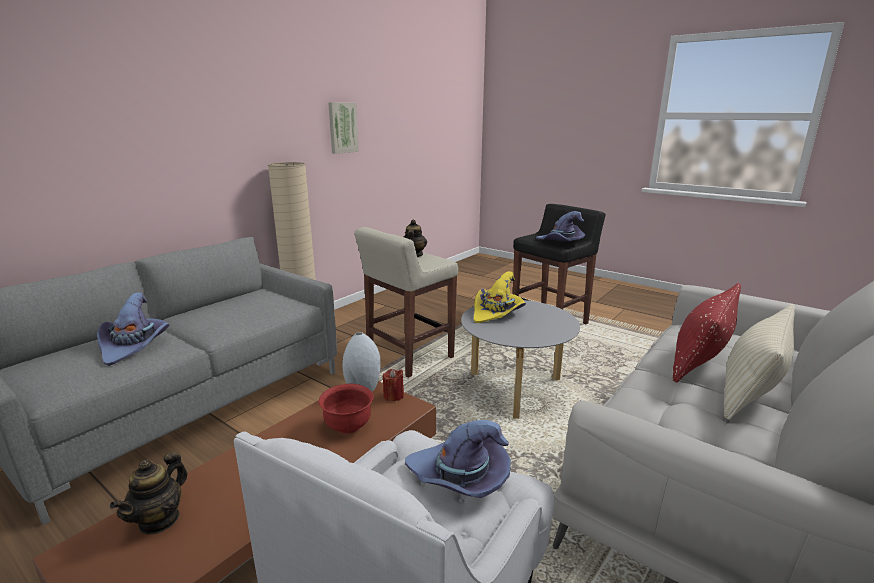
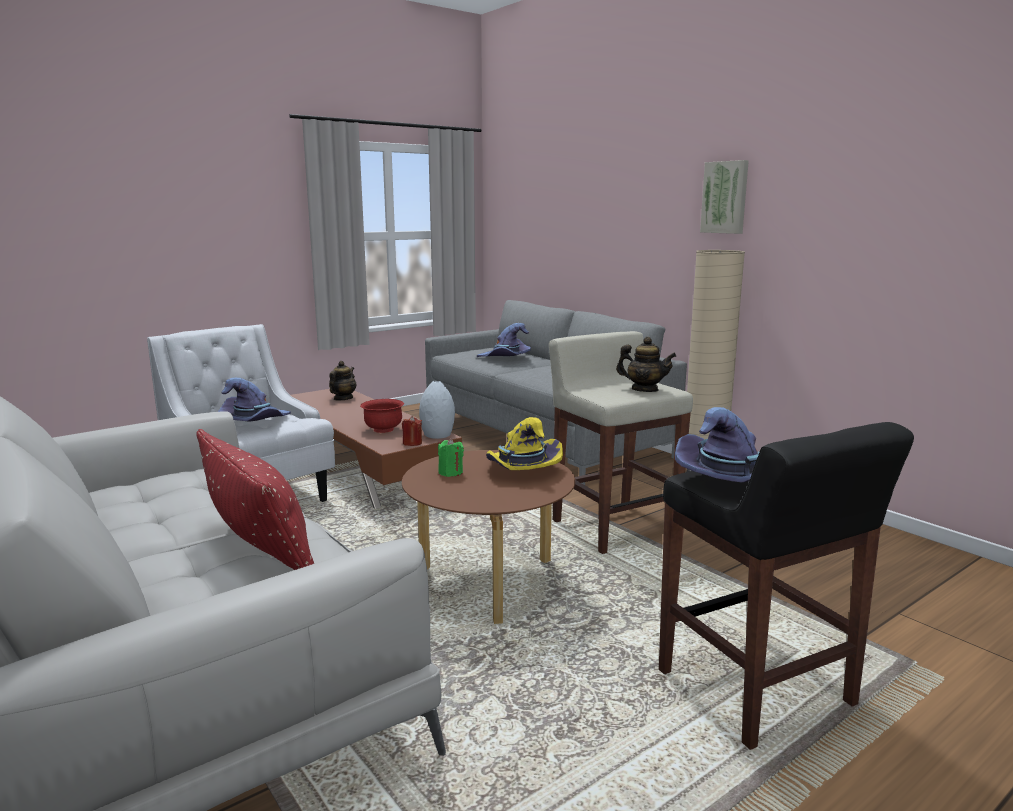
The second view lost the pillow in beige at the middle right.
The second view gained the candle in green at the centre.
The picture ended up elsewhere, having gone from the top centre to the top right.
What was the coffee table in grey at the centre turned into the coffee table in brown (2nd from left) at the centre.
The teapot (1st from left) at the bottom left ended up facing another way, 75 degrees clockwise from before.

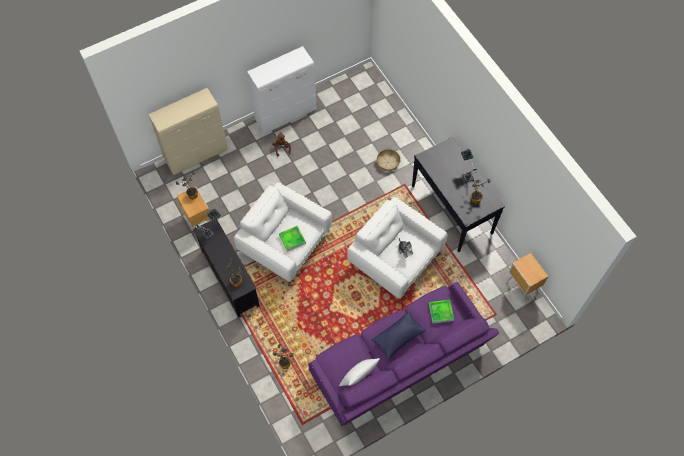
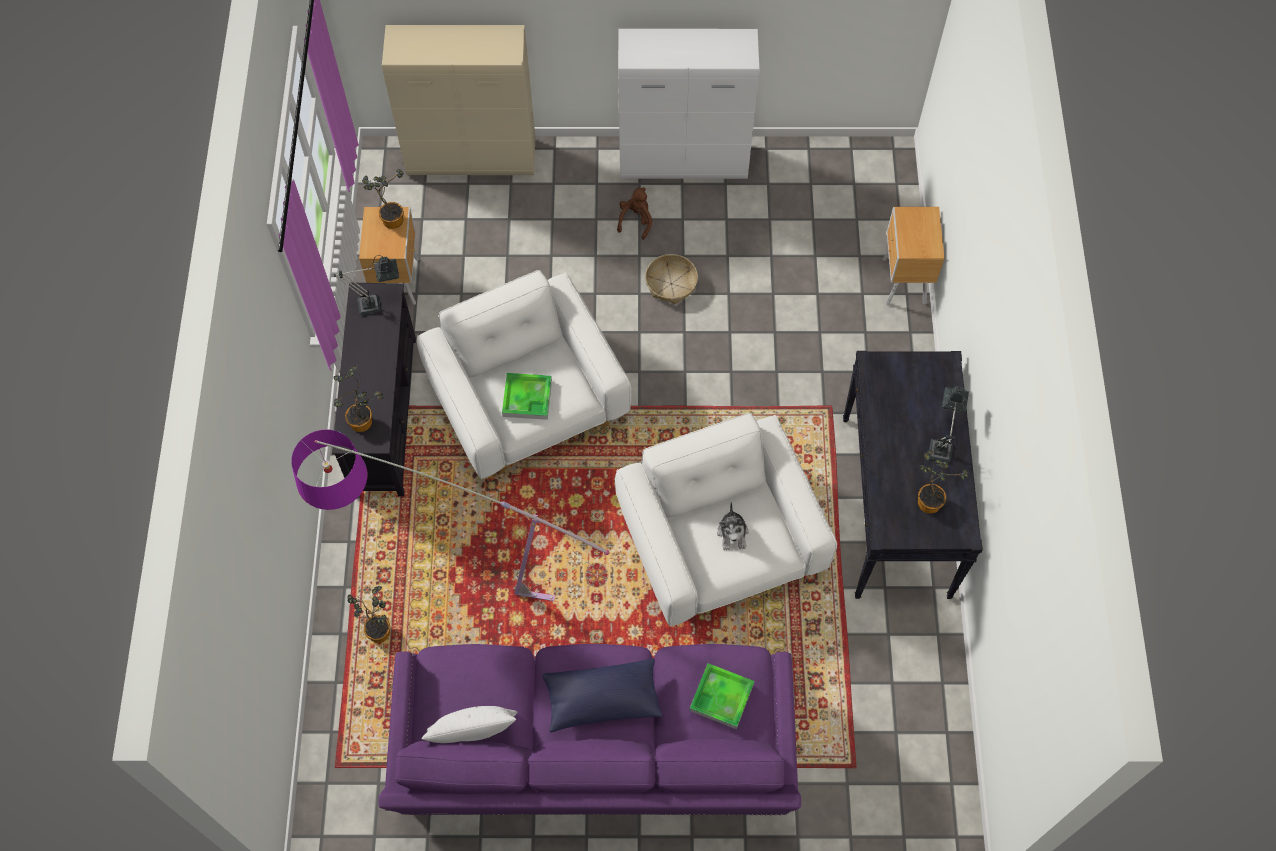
The second view gained the floor lamp at the centre.
The basket ended up elsewhere, having gone from the centre to the top centre.
The nightstand in brown (2nd from left) ended up elsewhere, having gone from the middle right to the top right.

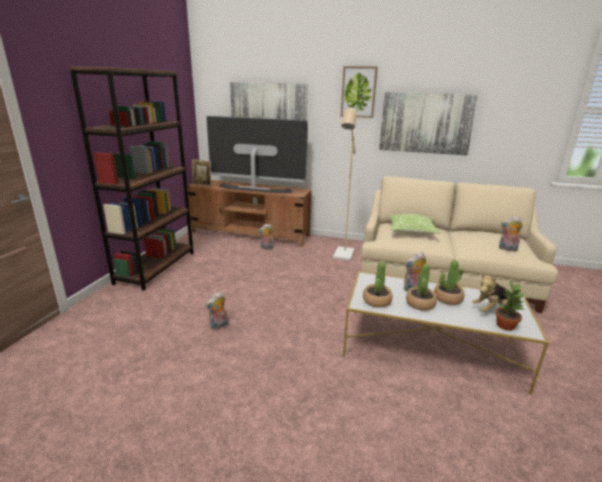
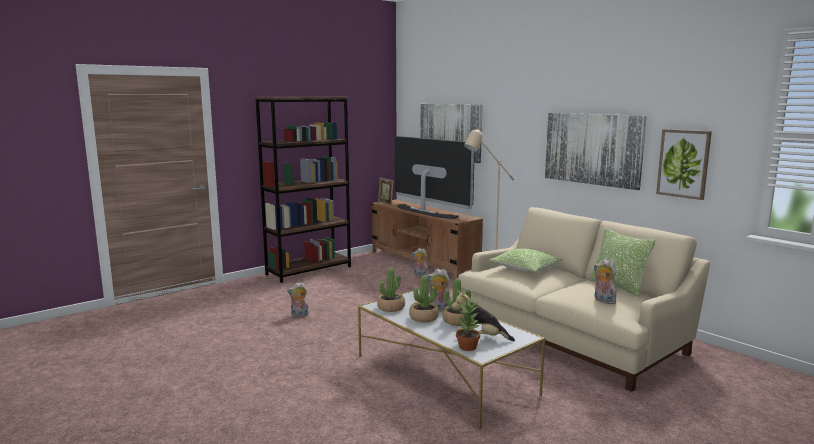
The second view gained the pillow (2nd from left) at the middle right.
The picture (2nd from left in the first image) ended up elsewhere, having gone from the top centre to the middle right.

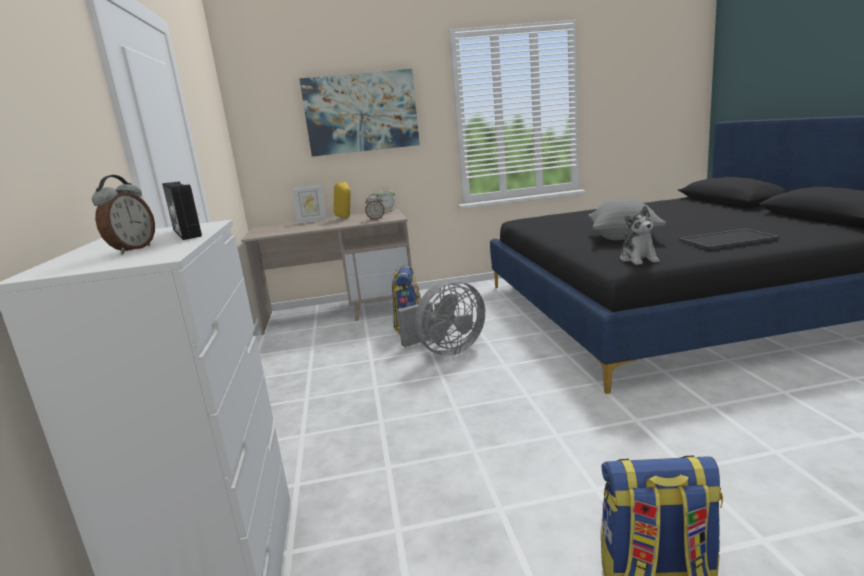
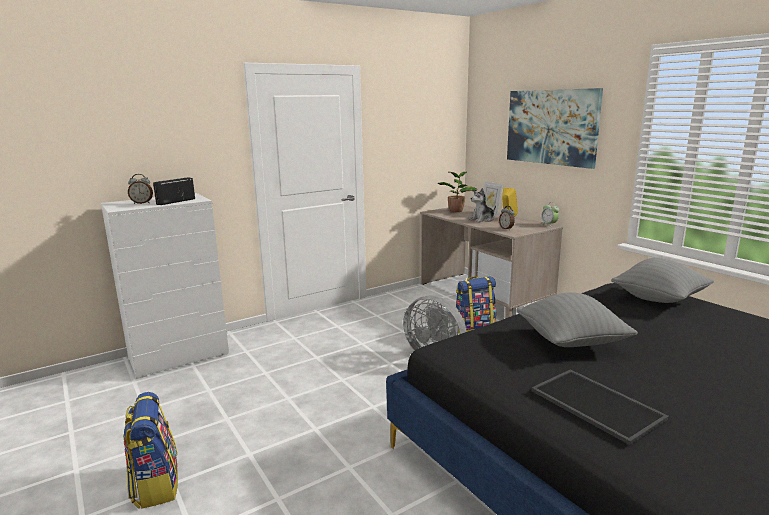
The second view gained the potted plant at the centre.
The second view gained the pillow in grey (2nd from left) at the middle right.
The plush toy ended up elsewhere, having gone from the middle right to the centre.

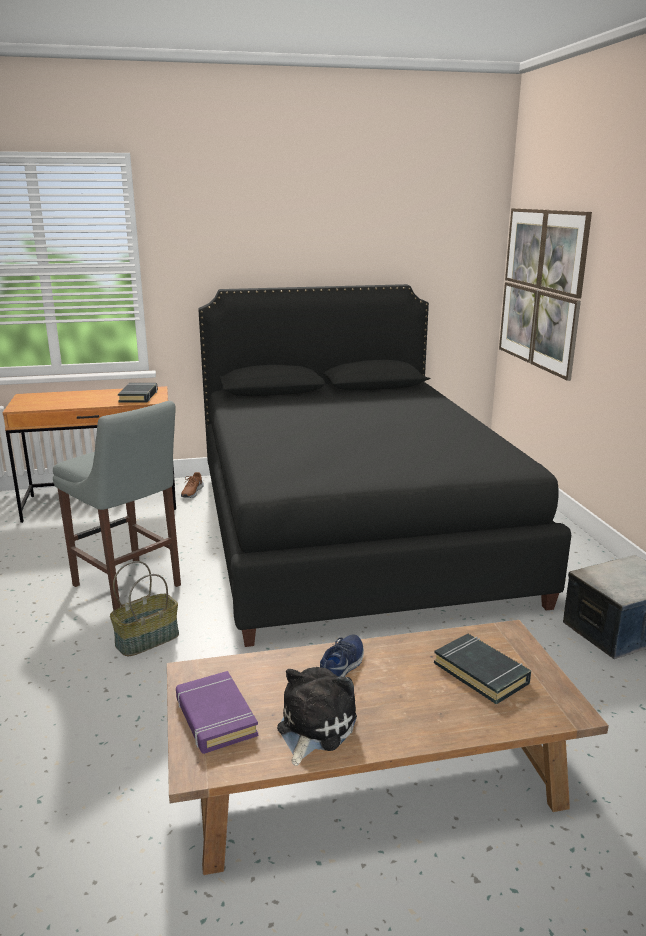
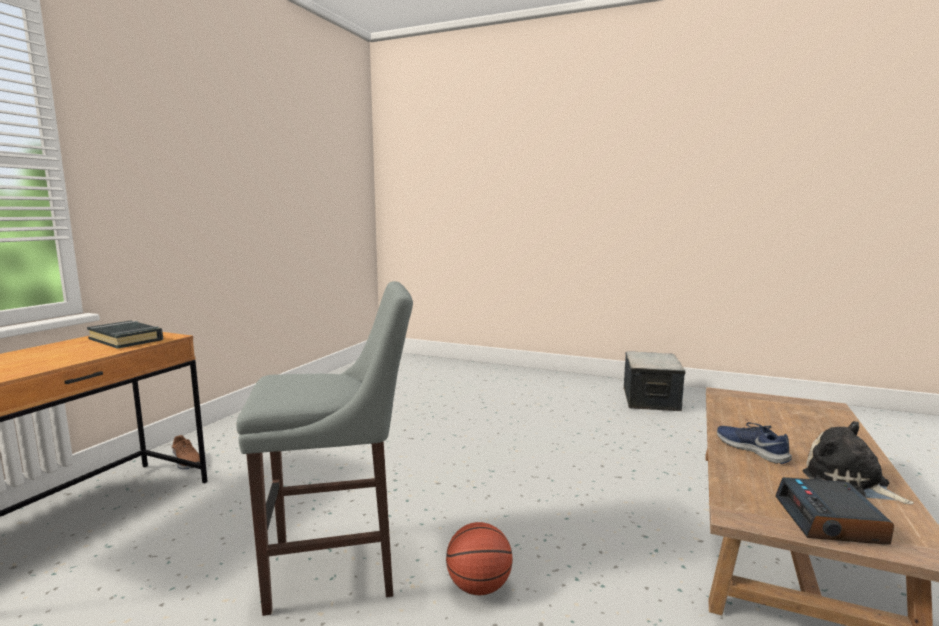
The second view lost the bed in black at the centre.
The second view lost the book in black (2nd from left) at the bottom right.
The second view lost the picture at the top right.
Where the basket stood at the middle left, the basketball came to stand at the bottom centre.
Where the book in purple stood at the bottom centre, the alarm clock came to stand at the bottom right.

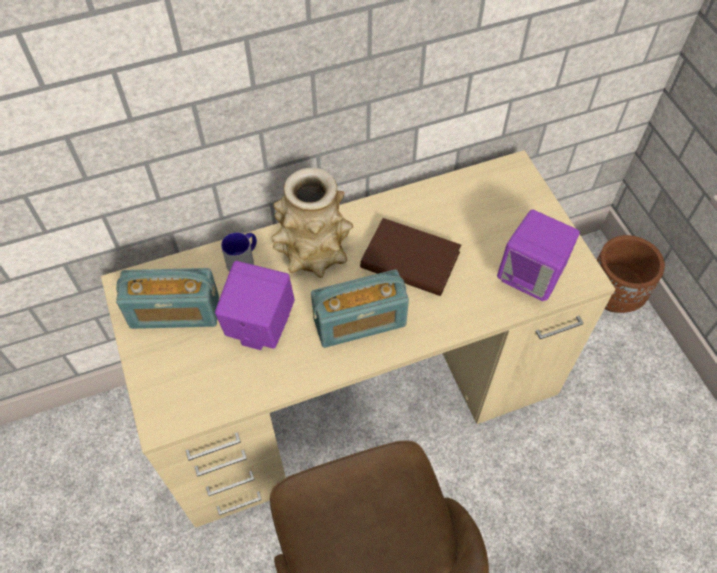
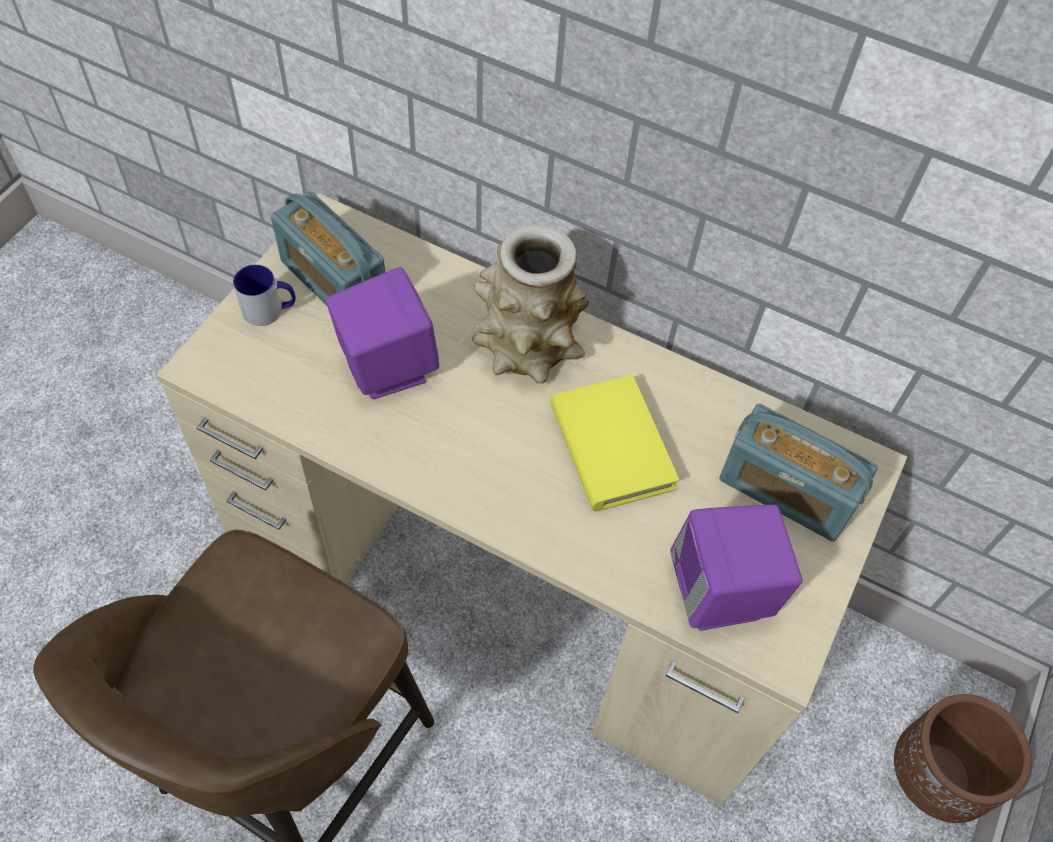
The mug ended up elsewhere, having gone from the centre to the middle left.
The radio (2nd from left) ended up elsewhere, having gone from the centre to the middle right.
What was the book in brown at the centre turned into the book in yellow at the centre.

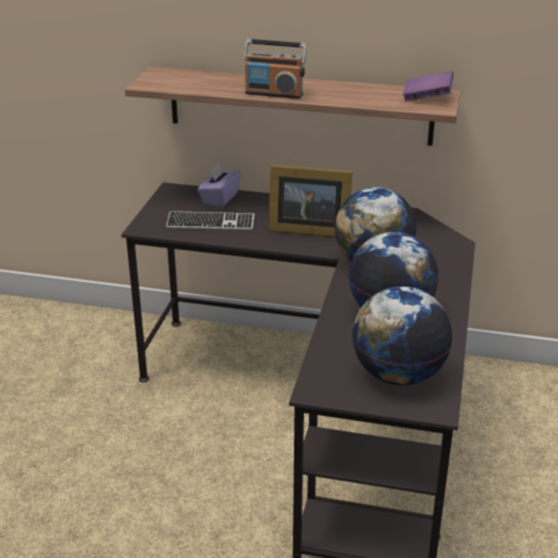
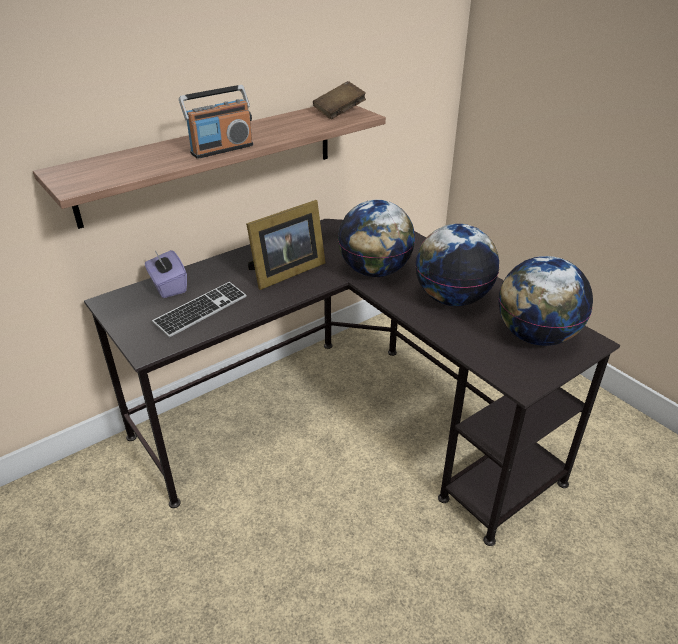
What was the book in purple at the top right turned into the book in brown at the top centre.

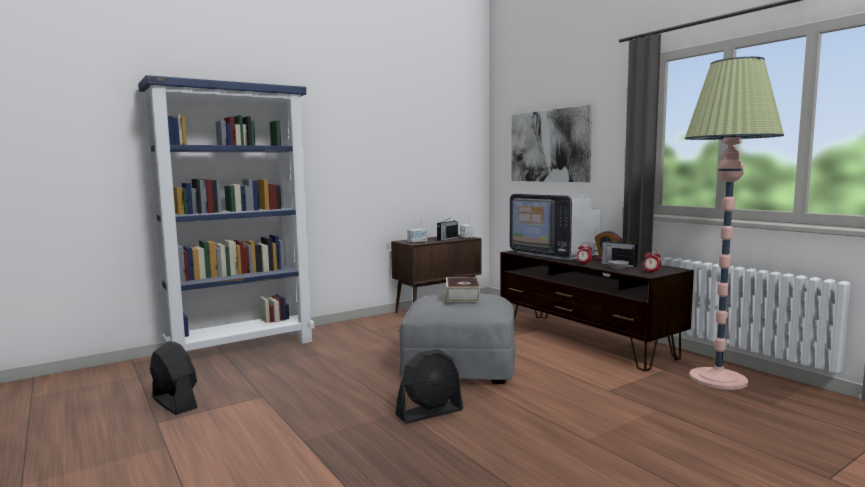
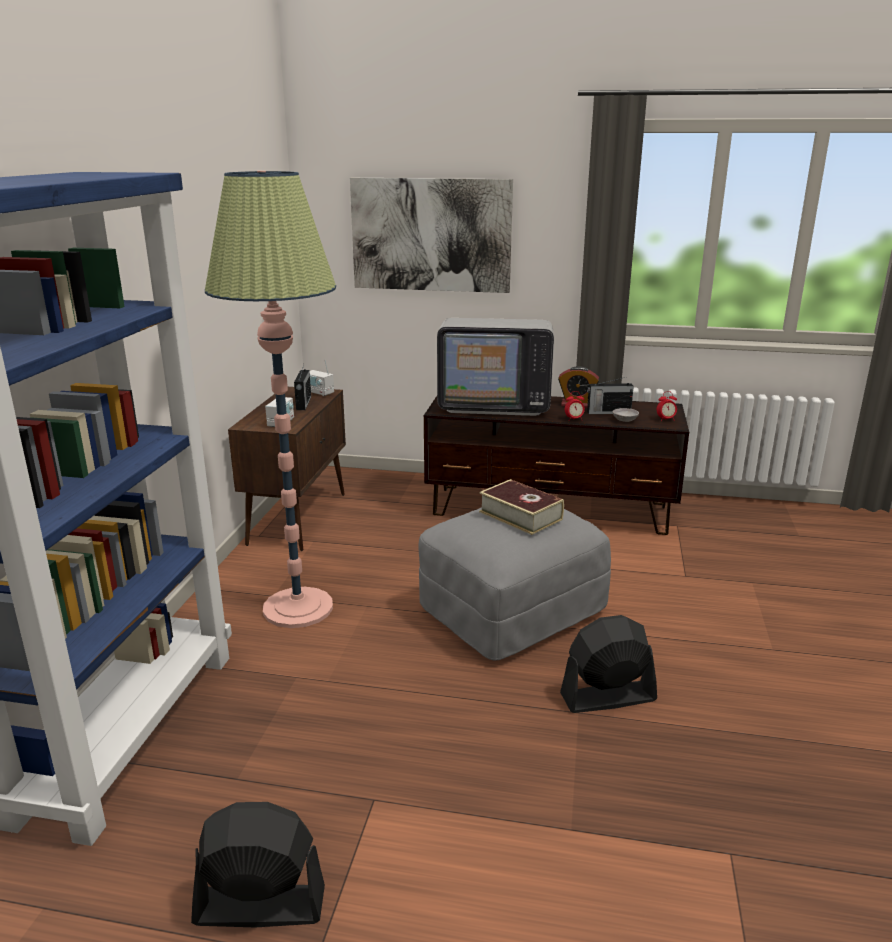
The floor lamp ended up elsewhere, having gone from the middle right to the middle left.
The fan in black (2nd from left) at the bottom centre ended up facing another way, 120 degrees counterclockwise from before.

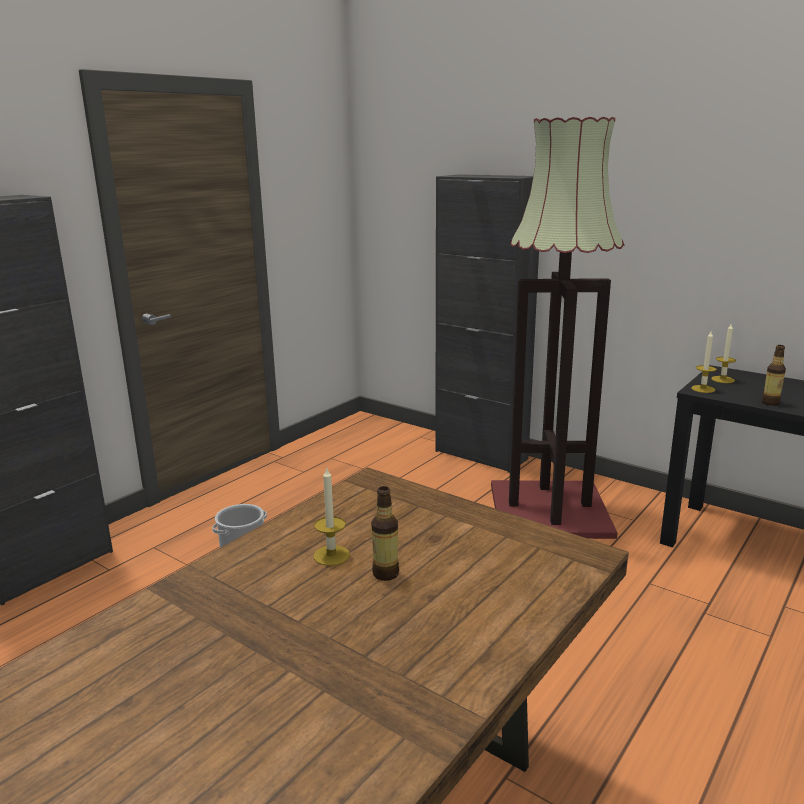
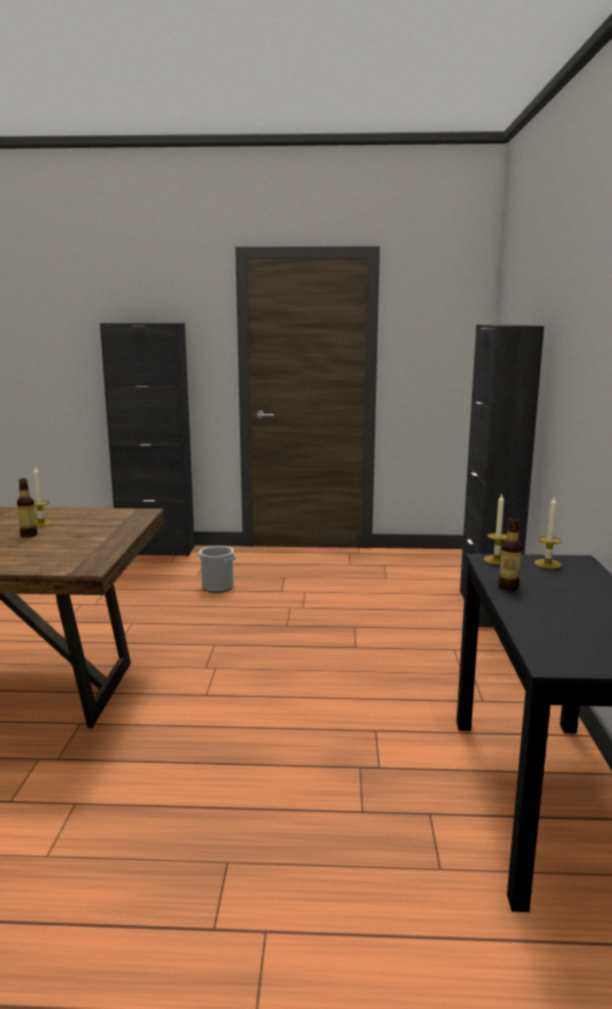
The second view lost the floor lamp at the middle right.

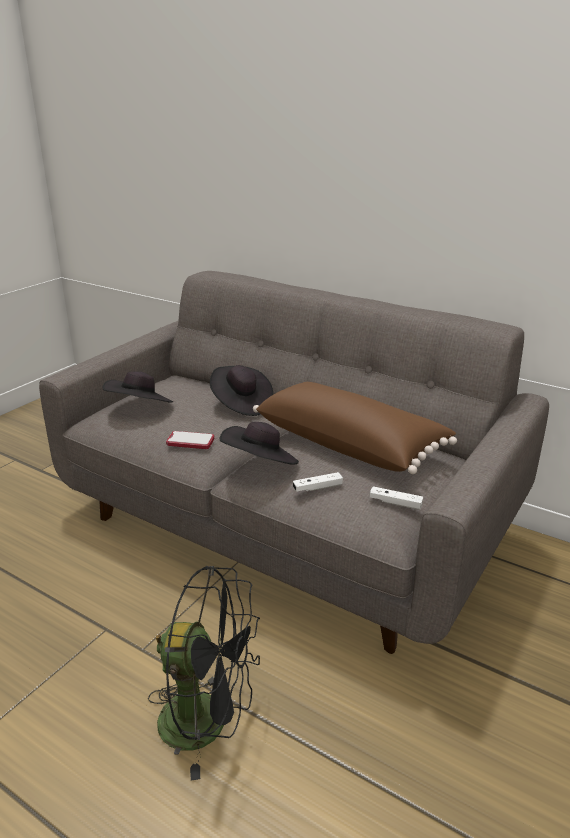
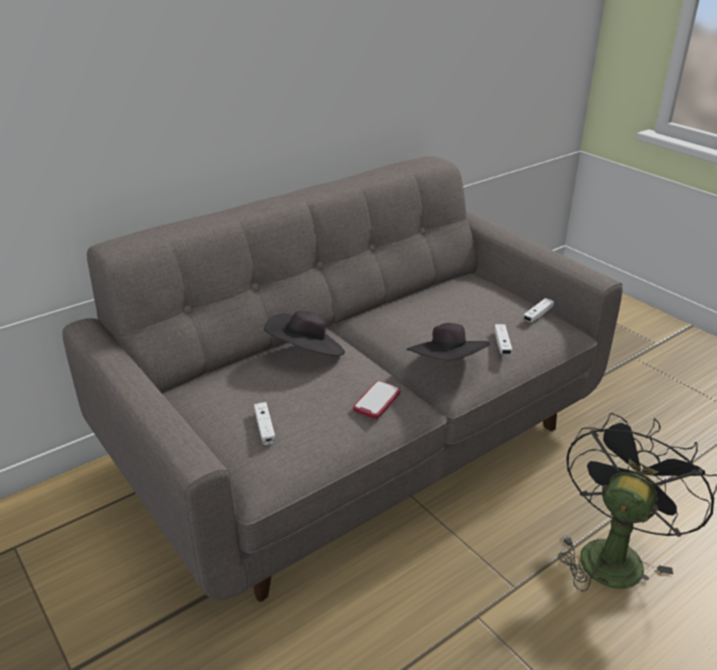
The second view lost the pillow in brown at the centre.
Where the hat in black (1st from left) stood at the middle left, the game controller in white (1st from left) came to stand at the centre.

